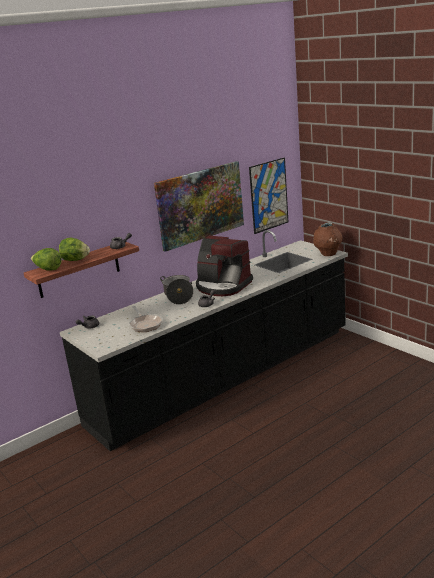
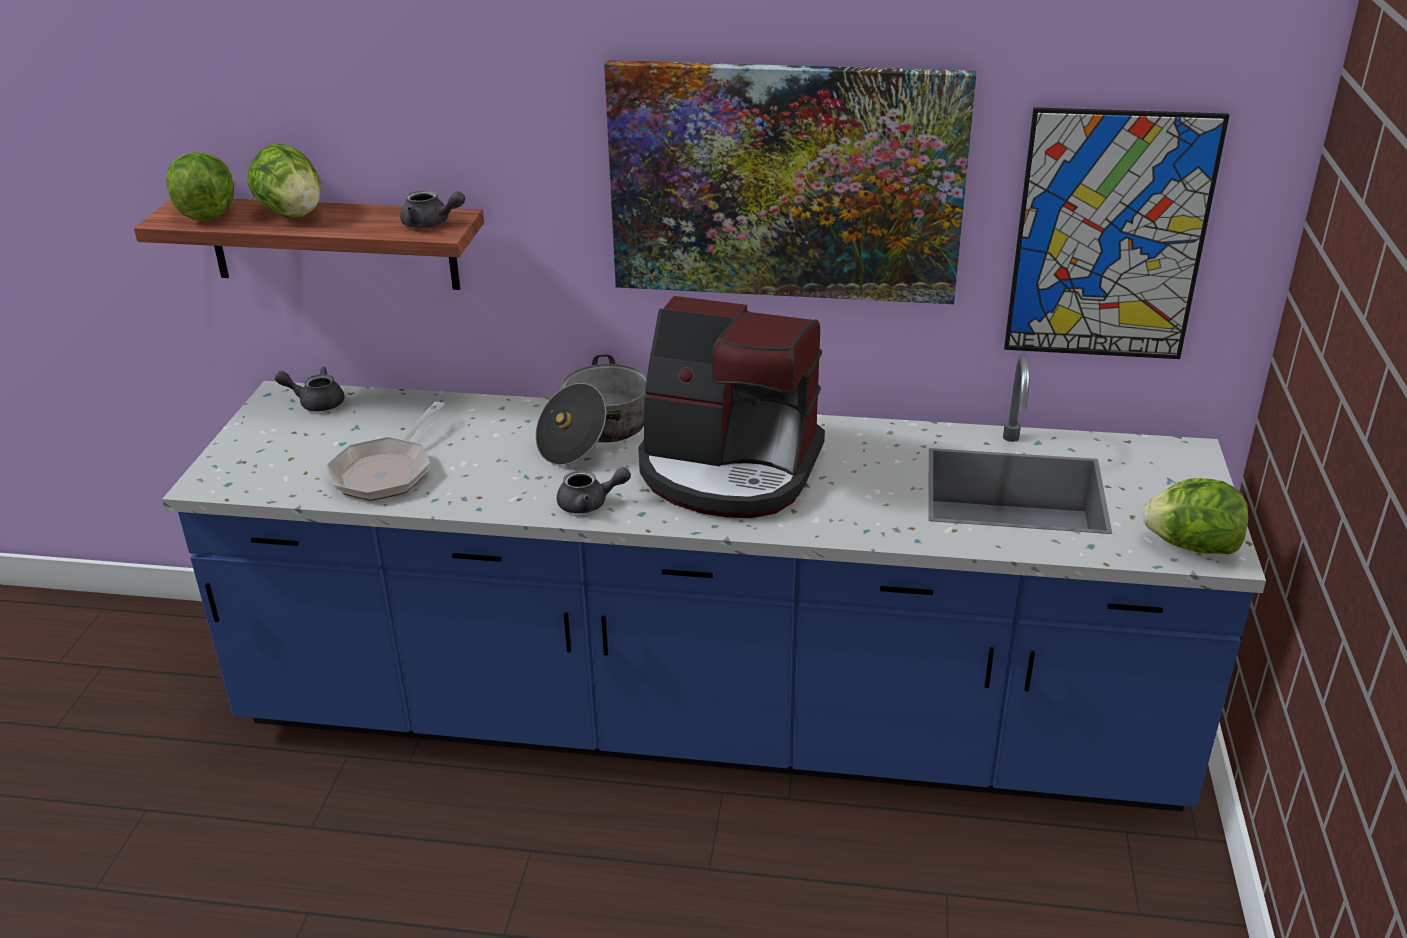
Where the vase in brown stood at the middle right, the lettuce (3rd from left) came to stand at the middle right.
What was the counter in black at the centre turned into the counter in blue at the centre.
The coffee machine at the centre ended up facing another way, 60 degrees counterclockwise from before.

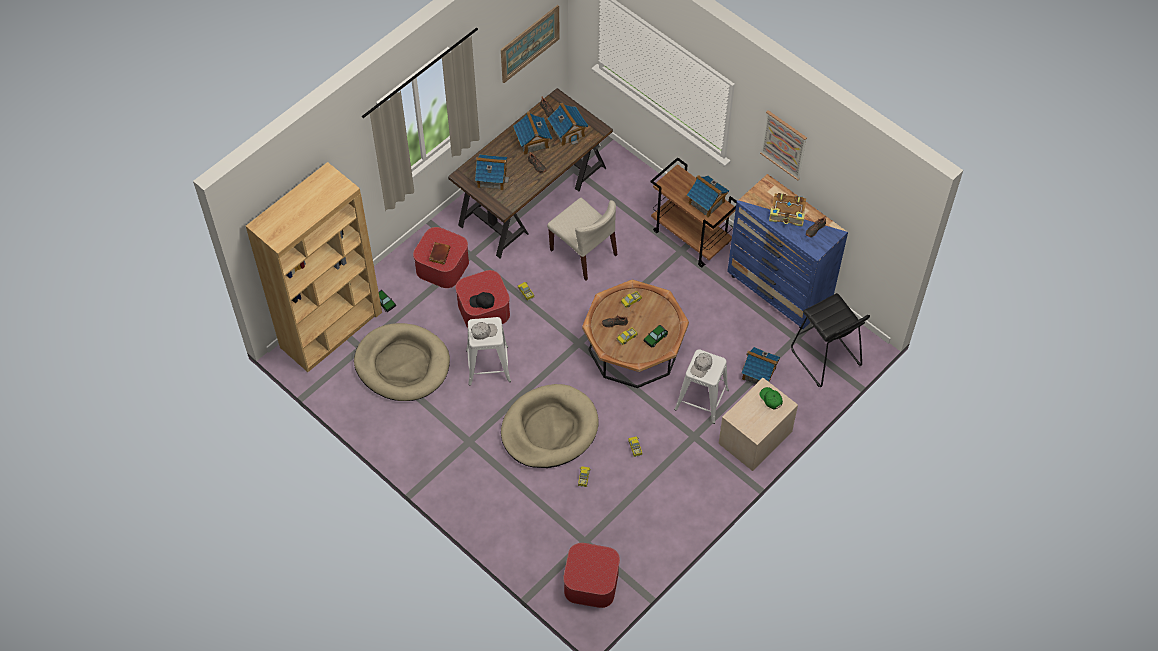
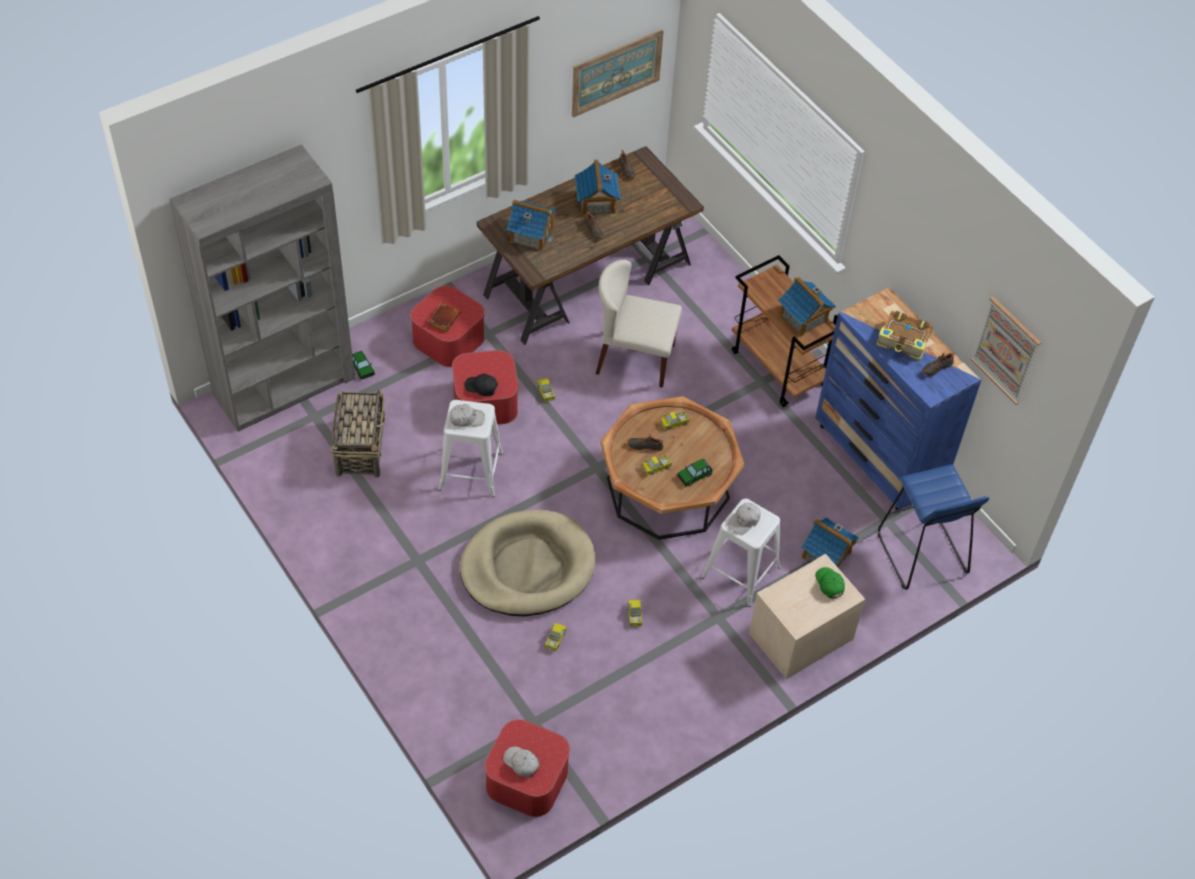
The second view lost the toy house (3rd from left) at the top centre.
The second view gained the cap in white (2nd from left) at the bottom centre.
The picture (2nd from left) ended up elsewhere, having gone from the top right to the middle right.
Where the dog bed in beige (1st from left) stood at the centre, the basket came to stand at the middle left.
What was the bookcase in brown at the middle left turned into the bookcase in grey at the top left.
What was the stool in black at the middle right turned into the stool in blue at the middle right.
The chair in beige at the centre ended up facing another way, 135 degrees clockwise from before.

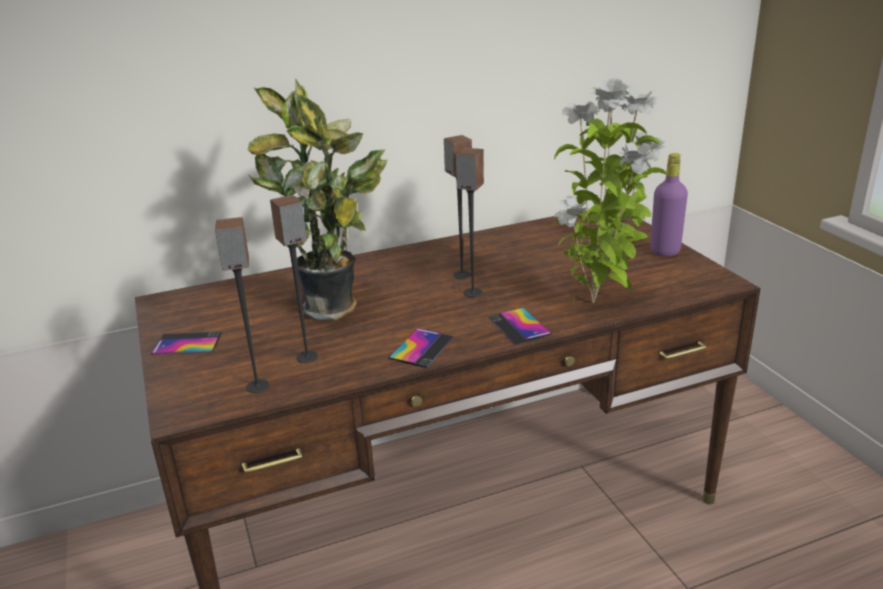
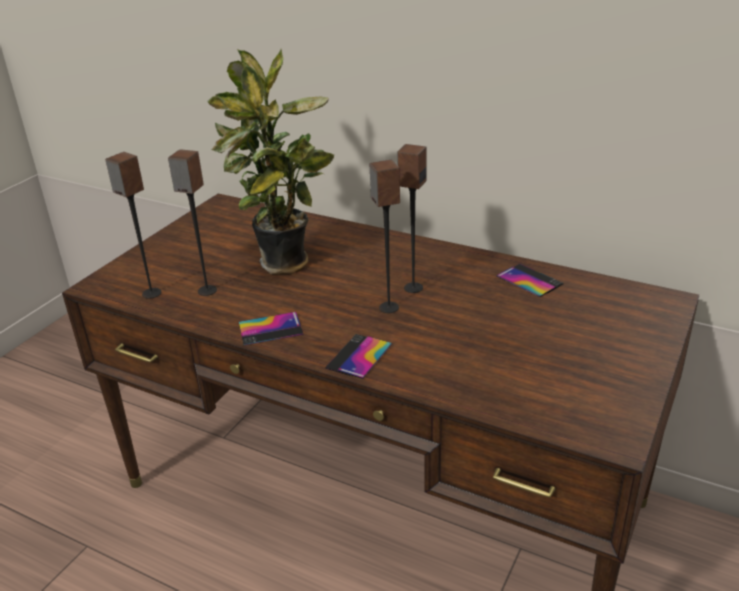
The second view lost the potted plant (2nd from left) at the top right.
The second view lost the bottle in purple at the middle right.
The phone (1st from left in the first image) ended up elsewhere, having gone from the middle left to the middle right.

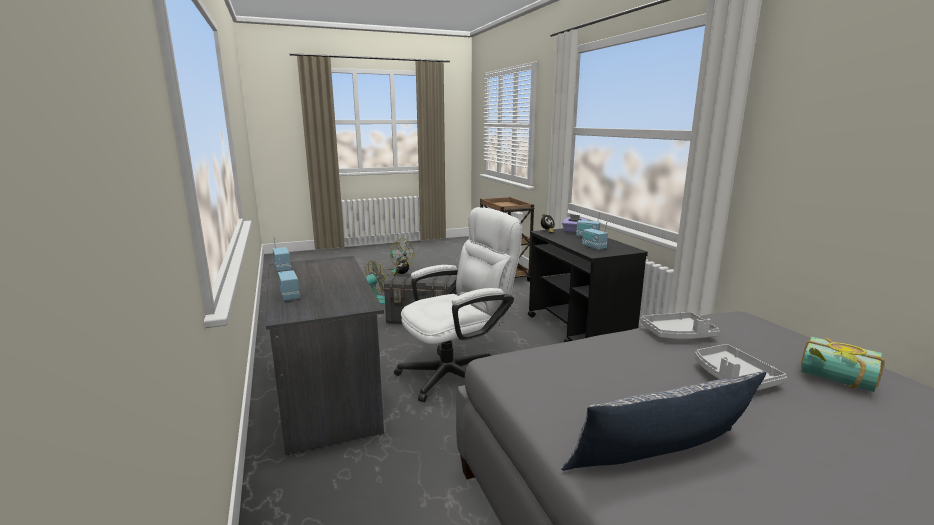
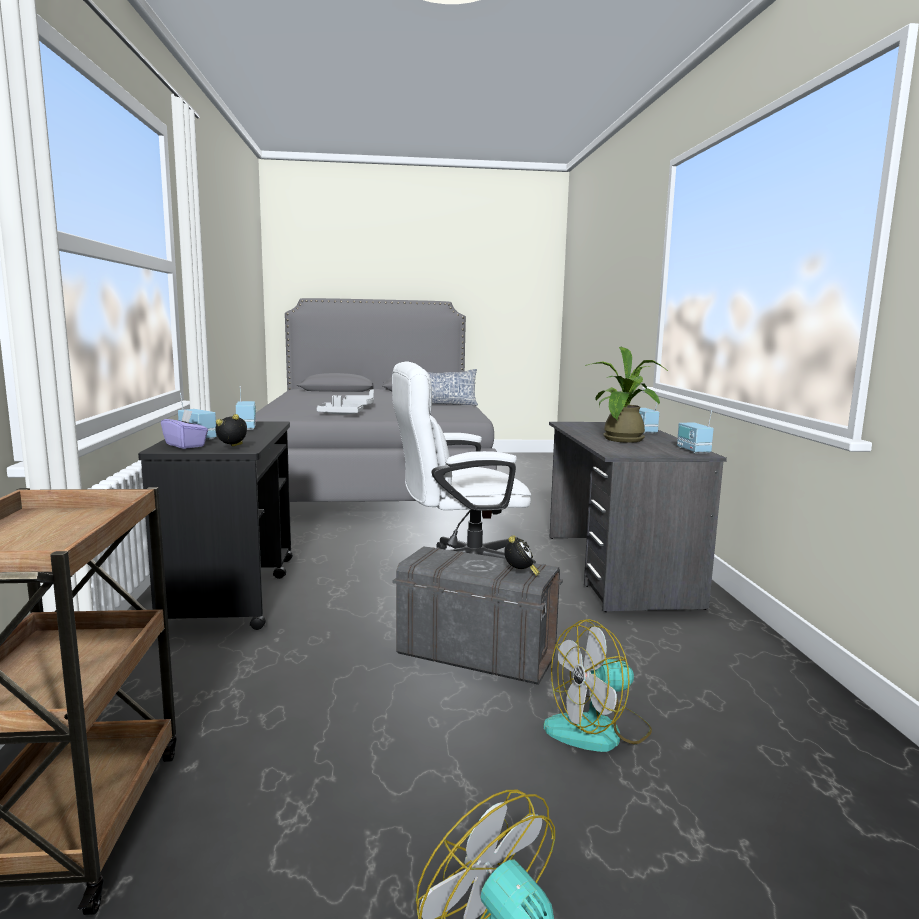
The second view lost the book at the bottom right.
The second view gained the potted plant at the middle right.

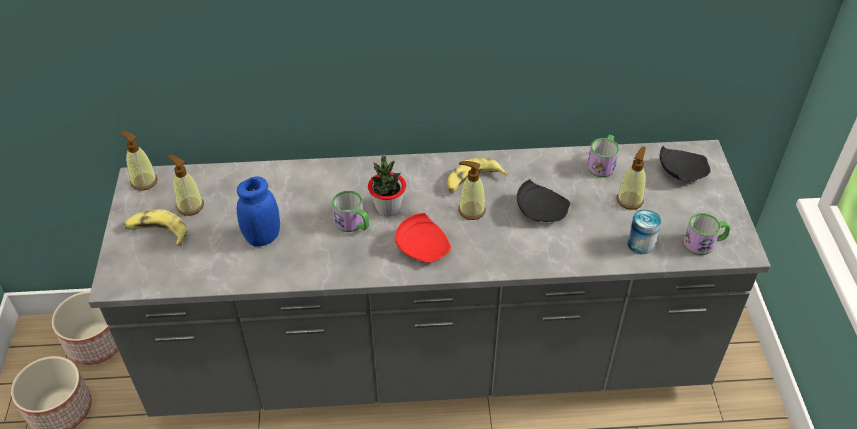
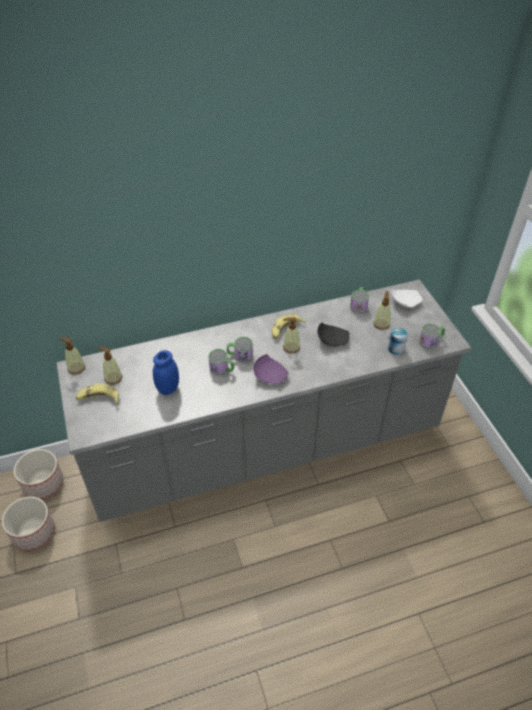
Where the potted plant stood at the centre, the mug (2nd from left) came to stand at the centre.
What was the plate in red at the centre turned into the plate in purple at the centre.
What was the plate in black (2nd from left) at the middle right turned into the plate in white at the middle right.

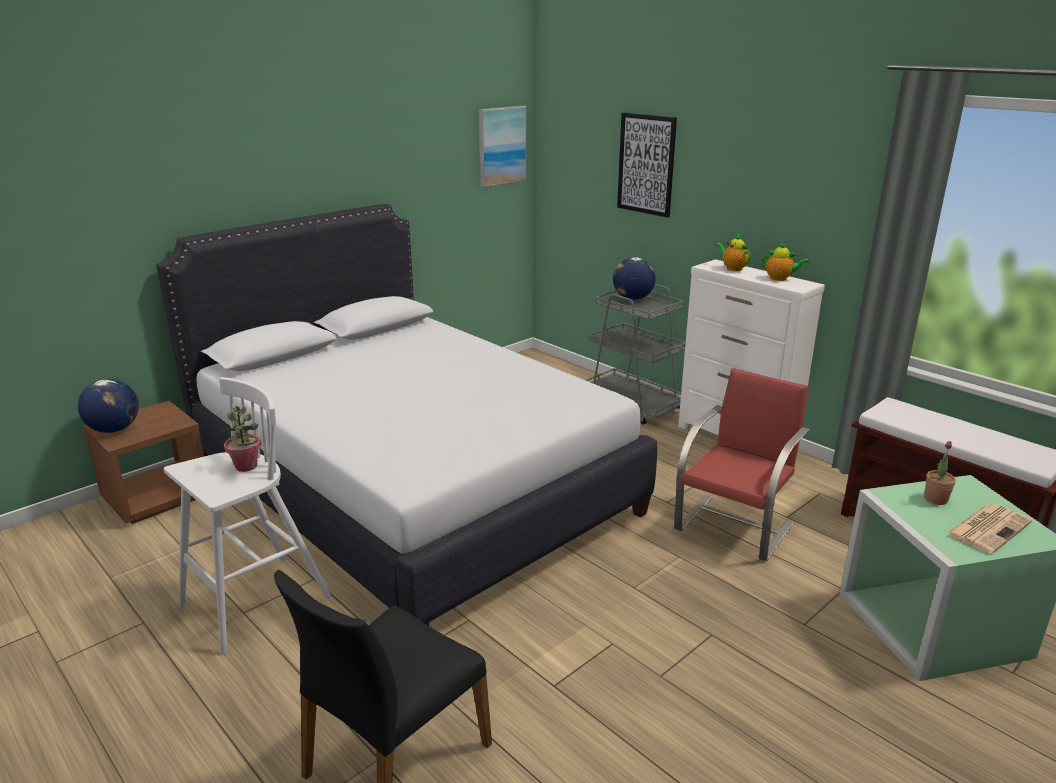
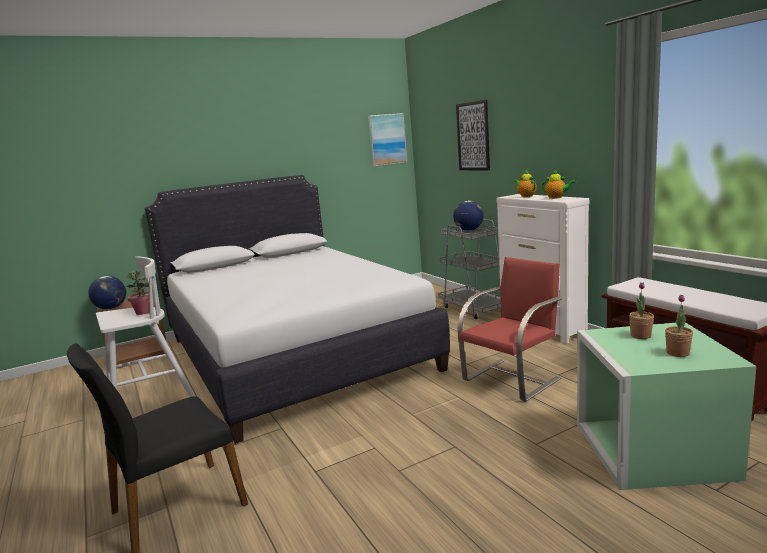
Where the newspaper stood at the bottom right, the potted plant (3rd from left) came to stand at the middle right.

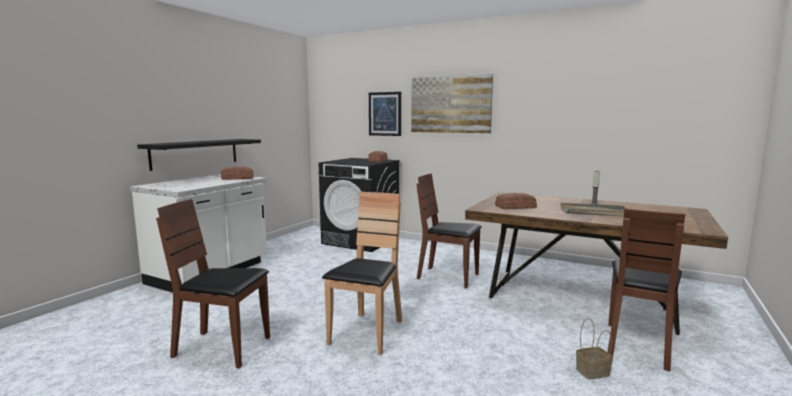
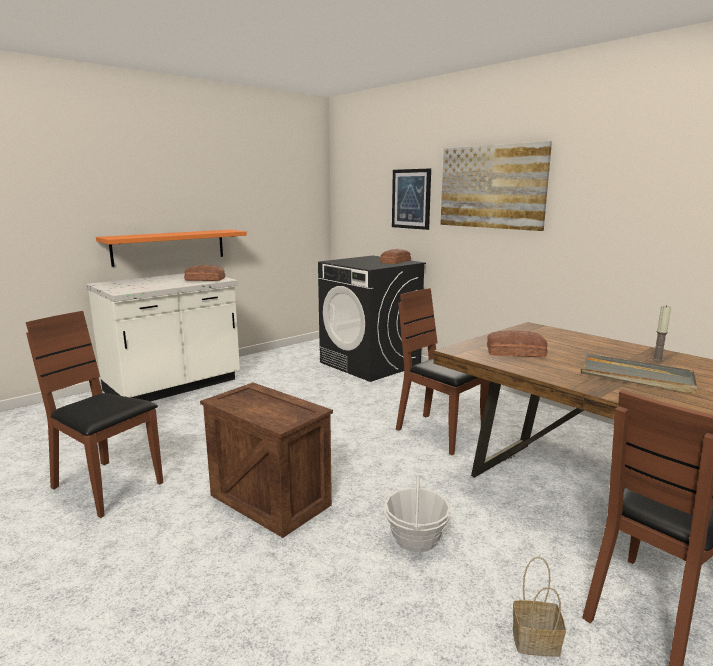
The second view gained the basket (1st from left) at the bottom centre.
Where the chair in brown (2nd from left) stood at the bottom centre, the crate came to stand at the bottom centre.
What was the shelf in black at the middle left turned into the shelf in orange at the middle left.

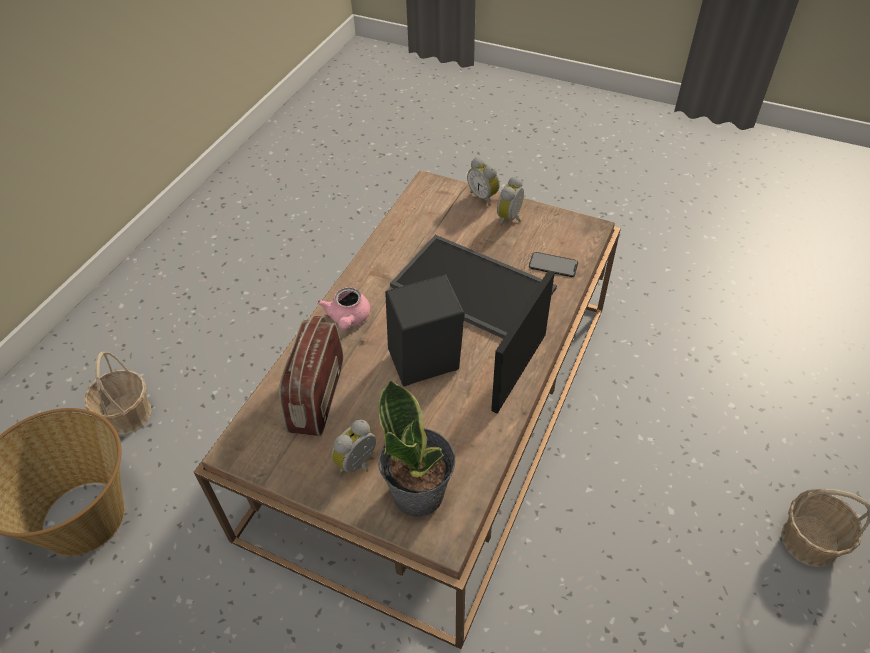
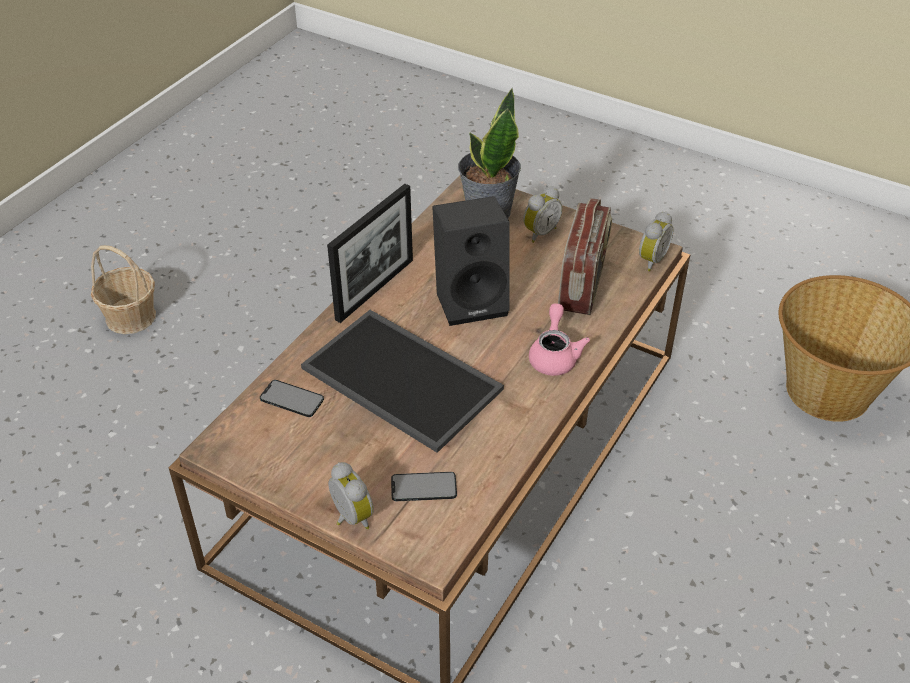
The second view lost the basket (2nd from left) at the middle left.
The second view gained the phone (2nd from left) at the bottom centre.
The alarm clock (3rd from left) ended up elsewhere, having gone from the top centre to the middle right.

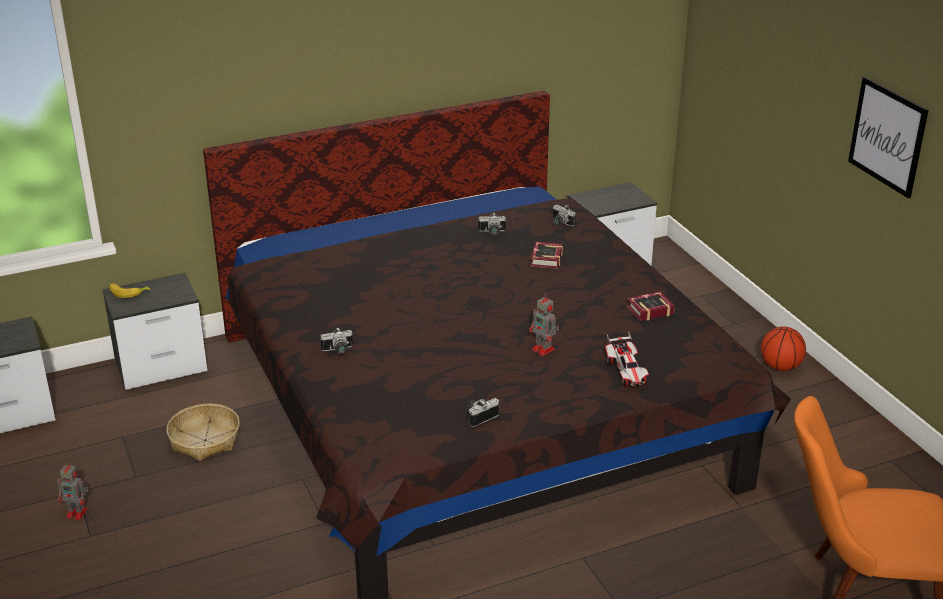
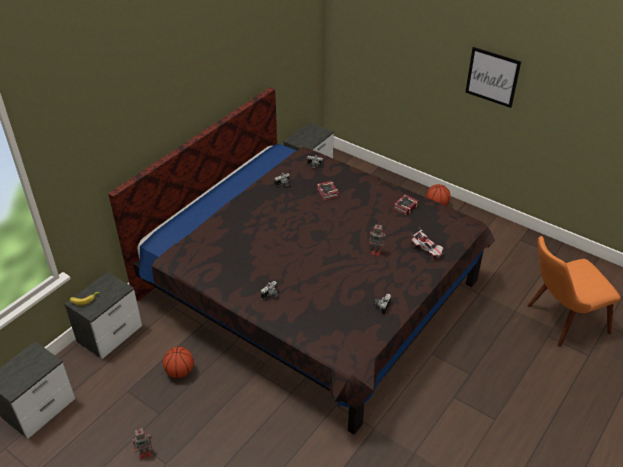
Where the basket stood at the bottom left, the basketball (1st from left) came to stand at the bottom left.

